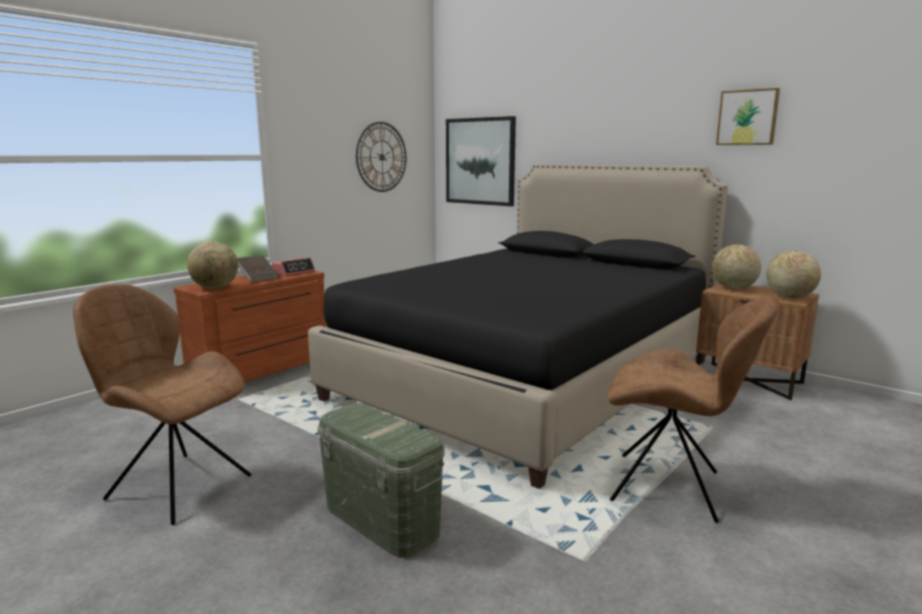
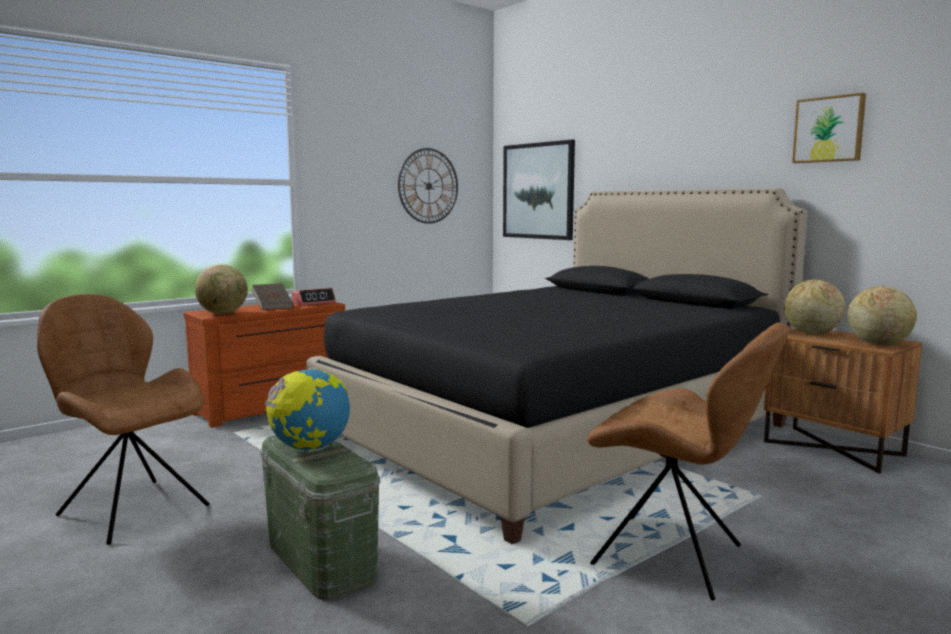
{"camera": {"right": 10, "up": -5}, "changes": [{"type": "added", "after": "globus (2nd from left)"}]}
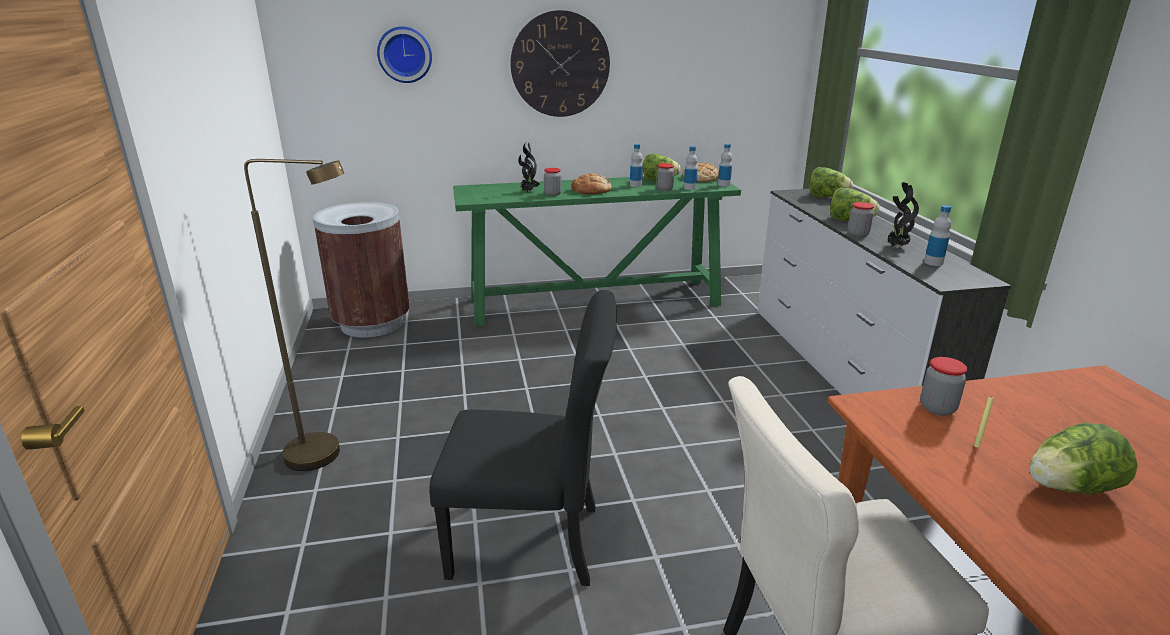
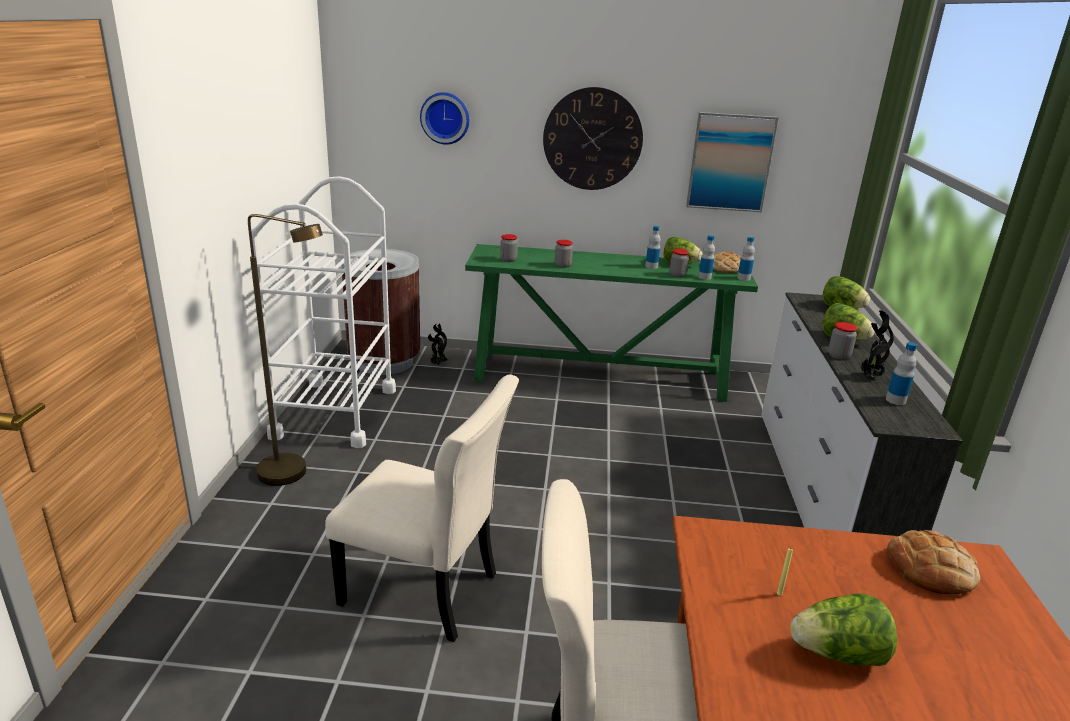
{"camera": {"right": 15, "up": 0}, "changes": [{"type": "moved", "before": "roślina doniczkowa (1st from left)"}, {"type": "moved", "before": "chleb (1st from left in the first image)", "after": "chleb (2nd from left)"}, {"type": "recoloured", "before": "krzesło (czarny)", "after": "krzesło (beżowy) (1st from left)"}, {"type": "moved", "before": "słoik (4th from left in the first image)", "after": "słoik (1st from left)"}, {"type": "added", "after": "obraz"}, {"type": "added", "after": "wózek (biały)"}]}
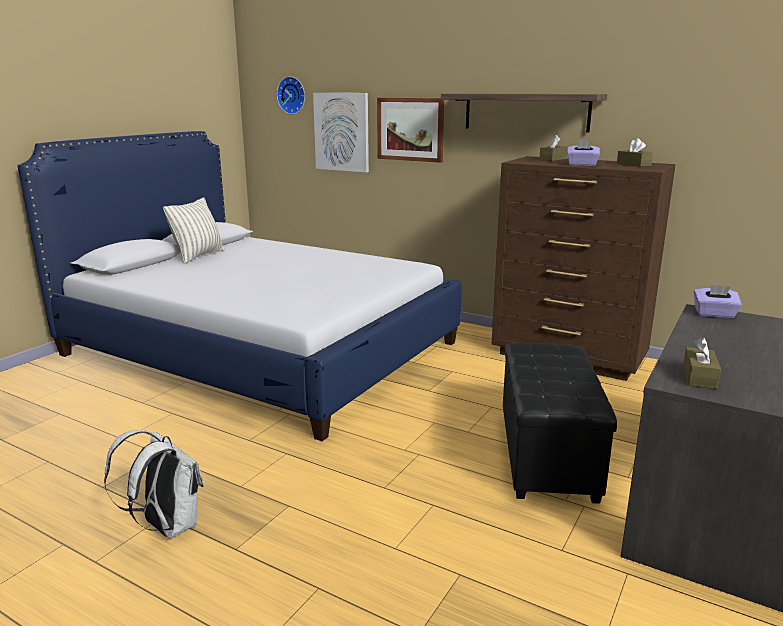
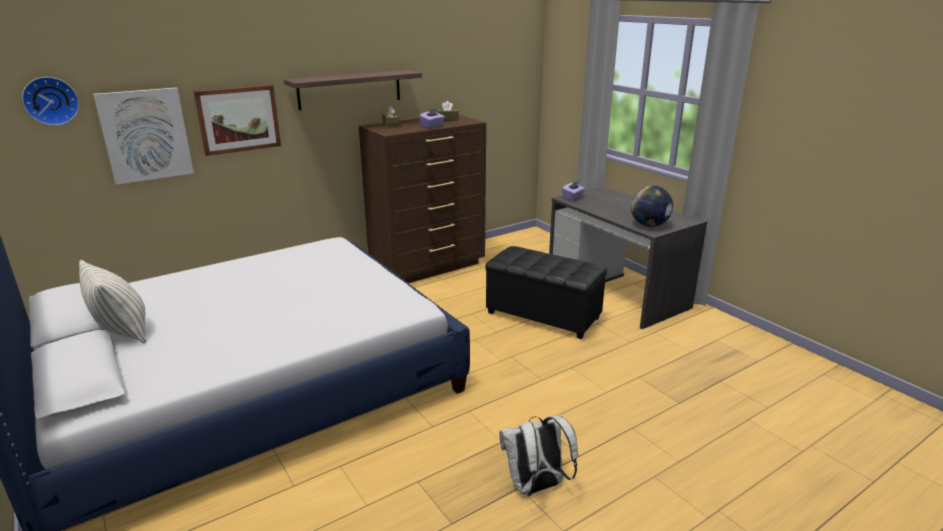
{"camera": {"right": -65, "up": 5}, "changes": [{"type": "replaced", "before": "pudełko chusteczek (brązowy) (3rd from left)", "after": "globus"}]}
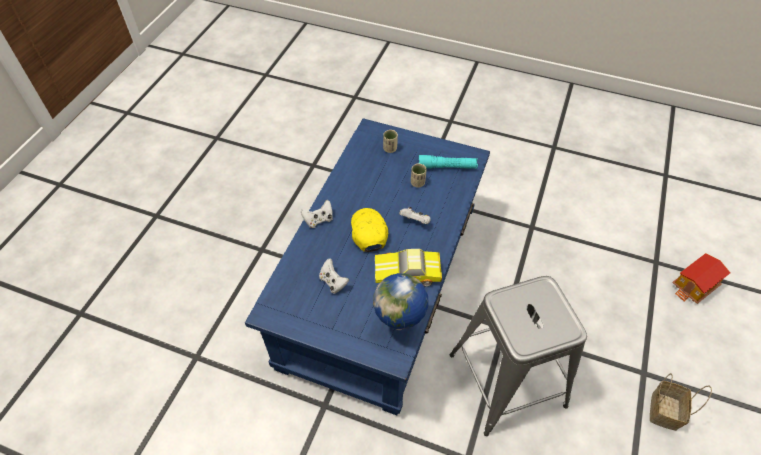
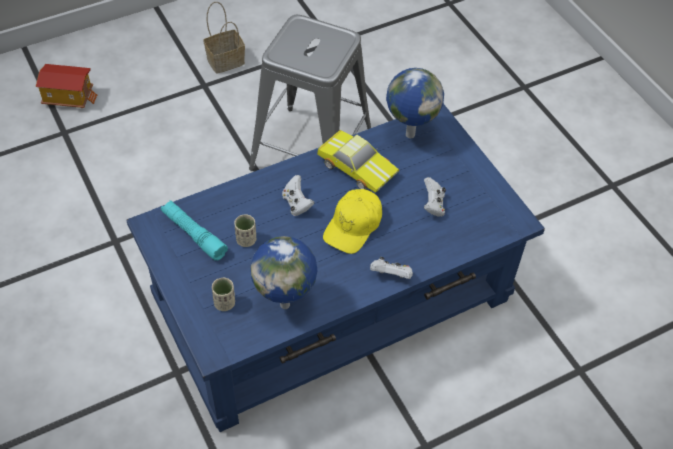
{"camera": {"right": -140, "up": 0}, "changes": [{"type": "added", "after": "globus (1st from left)"}]}
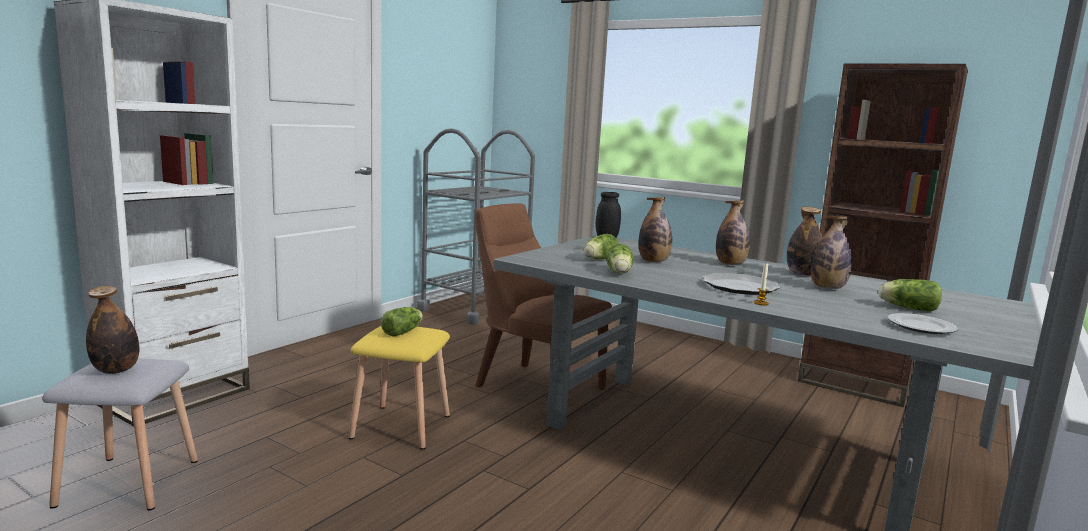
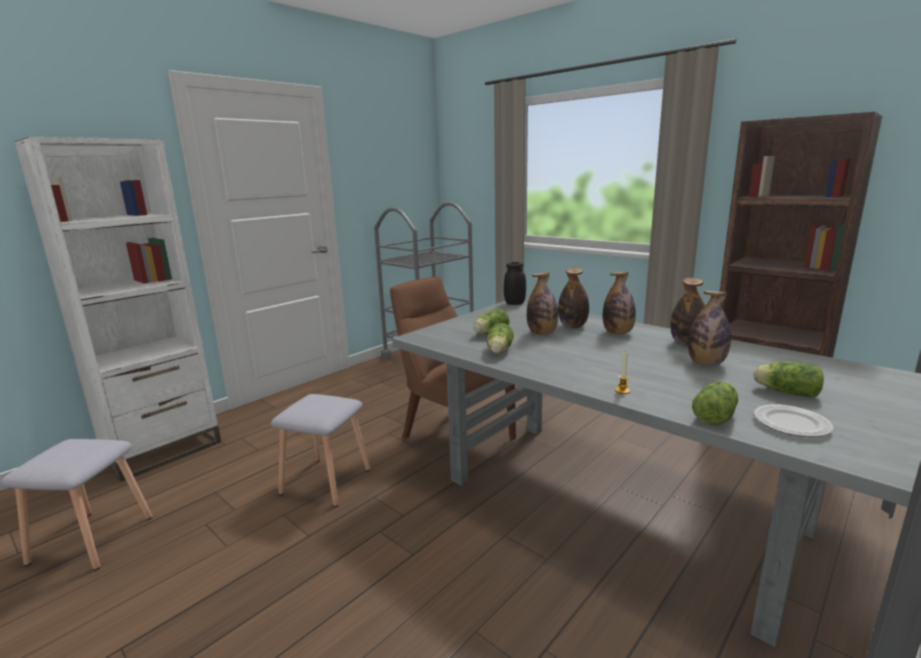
{"camera": {"right": 10, "up": 5}, "changes": [{"type": "removed", "before": "talerz (1st from left)"}, {"type": "moved", "before": "butelka (1st from left in the first image)", "after": "butelka (2nd from left)"}, {"type": "moved", "before": "sałata (1st from left in the first image)", "after": "sałata (3rd from left)"}, {"type": "recoloured", "before": "stołek (żółty)", "after": "stołek (szary) (2nd from left)"}]}
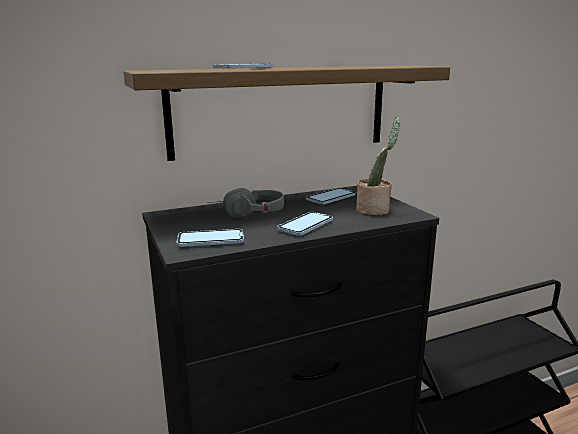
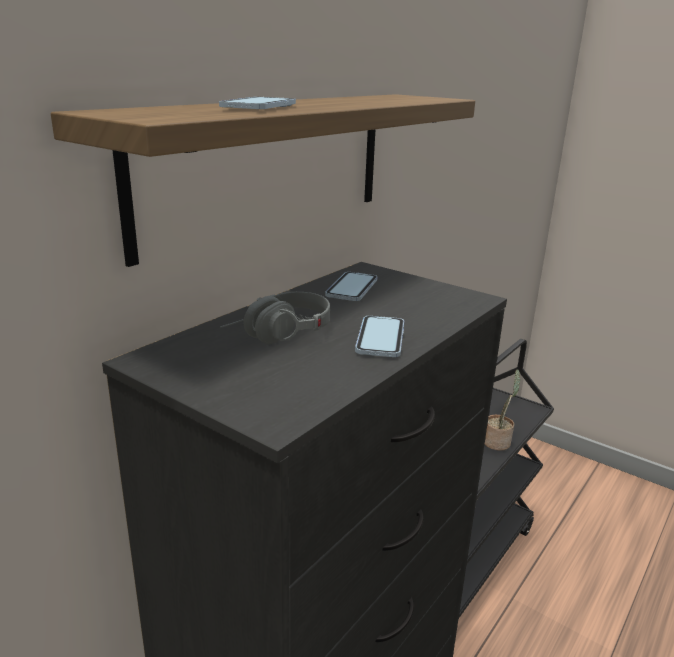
{"camera": {"right": -30, "up": 5}, "changes": [{"type": "moved", "before": "roślina doniczkowa"}, {"type": "removed", "before": "telefon (1st from left)"}]}
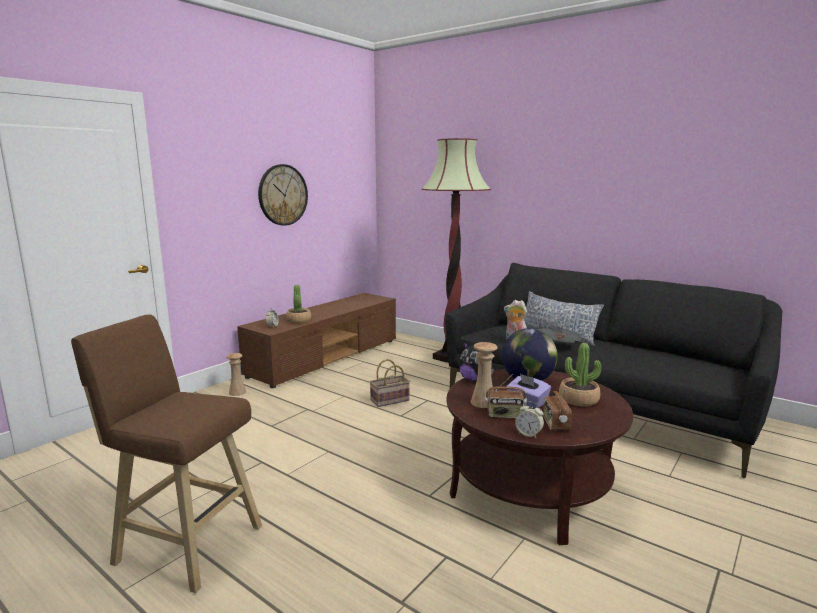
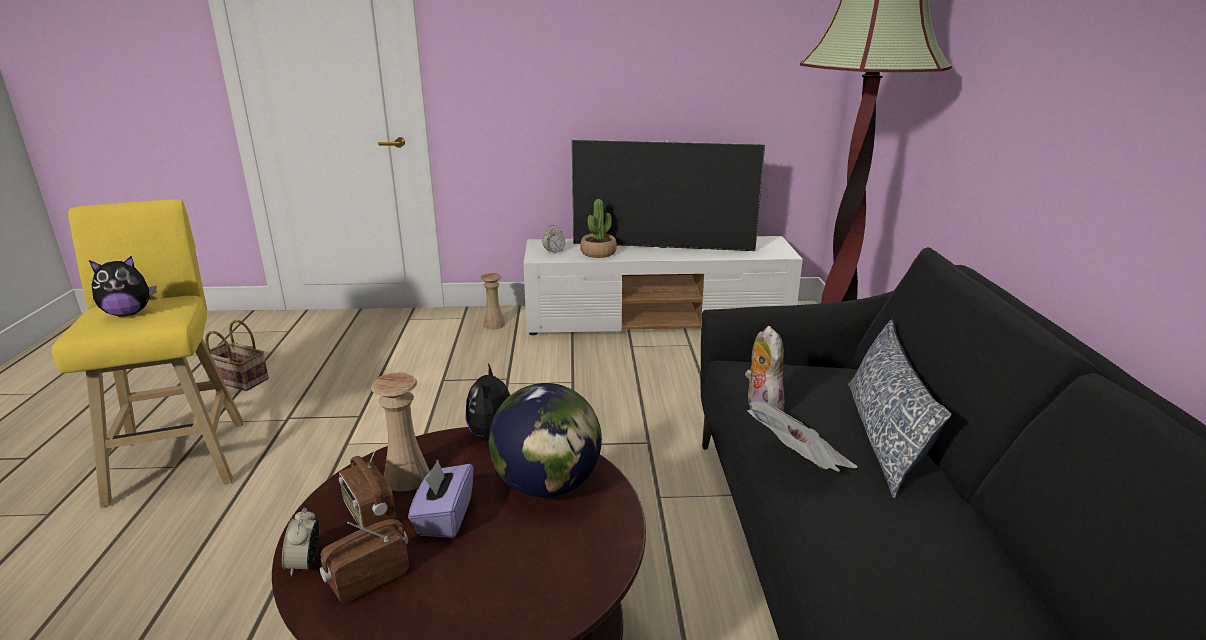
{"camera": {"right": 50, "up": 10}, "changes": [{"type": "removed", "before": "zegar ścienny"}, {"type": "recoloured", "before": "szafka pod telewizor (brązowy)", "after": "szafka pod telewizor (biały)"}, {"type": "recoloured", "before": "stołek (brązowy)", "after": "stołek (żółty)"}, {"type": "removed", "before": "roślina doniczkowa (2nd from left)"}, {"type": "moved", "before": "koszyk"}, {"type": "added", "after": "telewizor"}, {"type": "added", "after": "pluszak (1st from left)"}]}
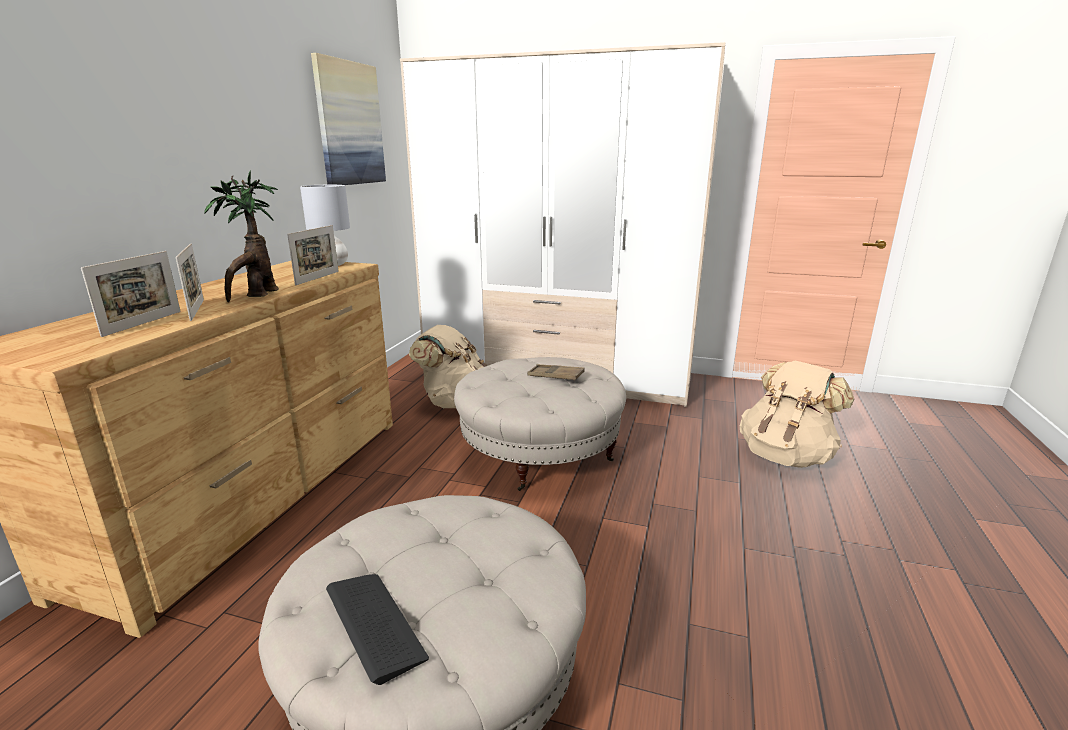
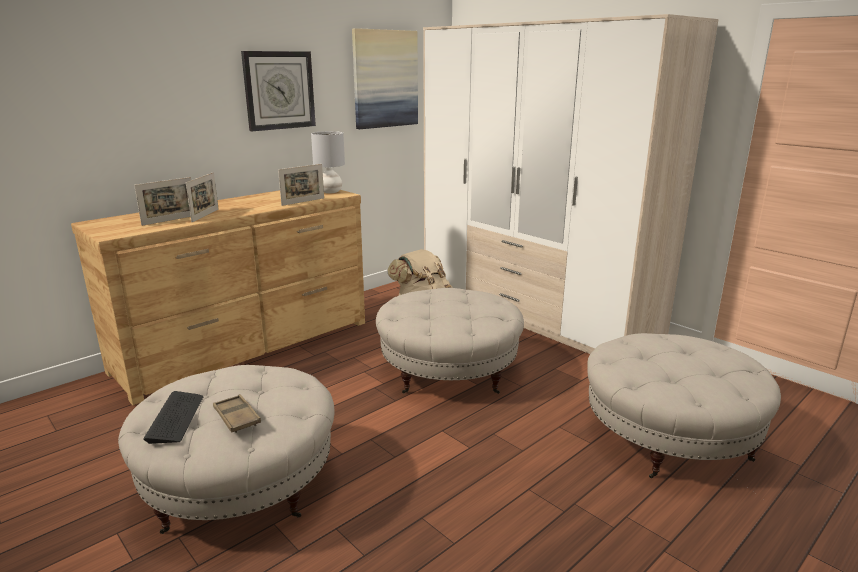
{"camera": {"right": 30, "up": 0}, "changes": [{"type": "removed", "before": "roślina doniczkowa"}, {"type": "replaced", "before": "plecak (beżowy) (2nd from left)", "after": "pufa (beżowy) (3rd from left)"}, {"type": "moved", "before": "taca (brązowy)"}, {"type": "added", "after": "zegar ścienny"}]}
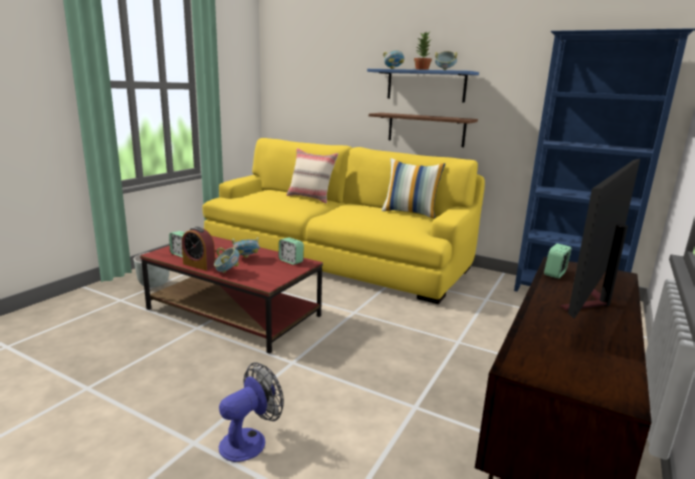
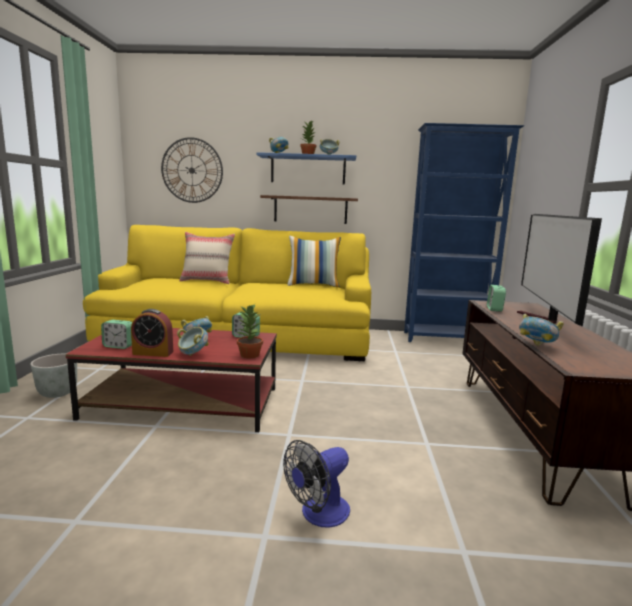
{"camera": {"right": -25, "up": -5}, "changes": [{"type": "turned", "before": "wentylator", "turn": -150}, {"type": "added", "after": "zegar ścienny"}, {"type": "added", "after": "roślina doniczkowa (1st from left)"}, {"type": "added", "after": "miska (5th from left)"}]}
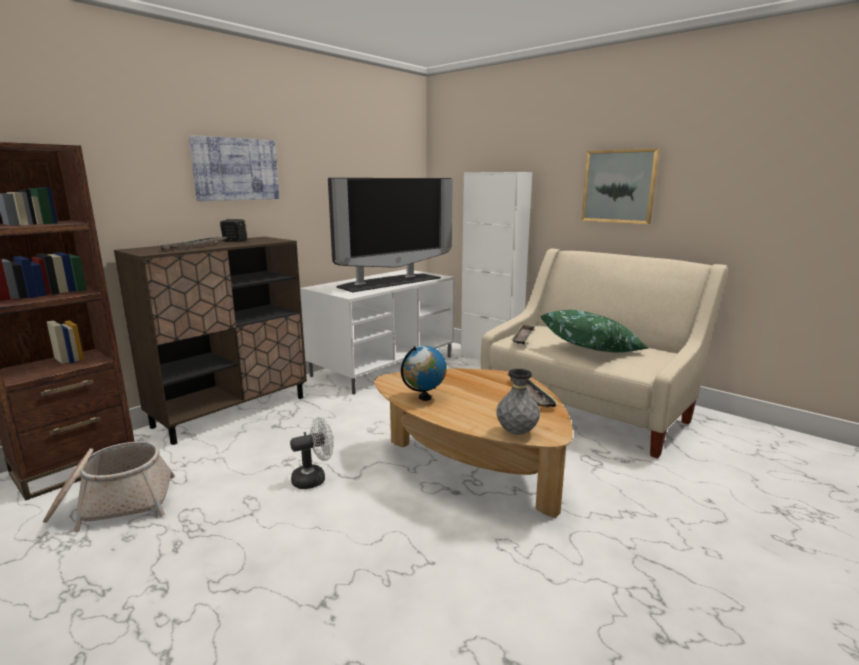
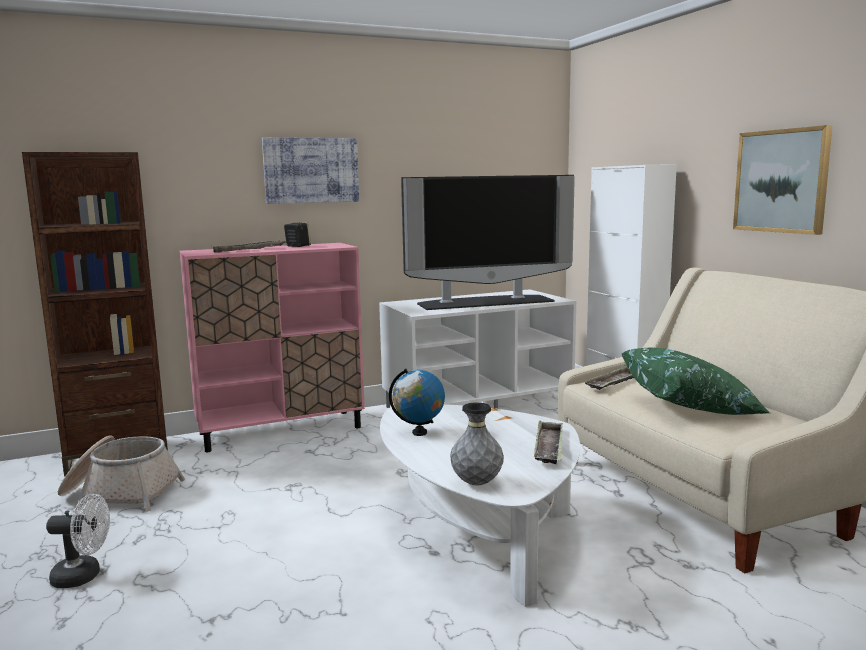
{"camera": {"right": 25, "up": -5}, "changes": [{"type": "recoloured", "before": "szafka (brązowy)", "after": "szafka (różowy)"}, {"type": "recoloured", "before": "ława (brązowy)", "after": "ława (biały)"}, {"type": "moved", "before": "wentylator (biały)"}]}
